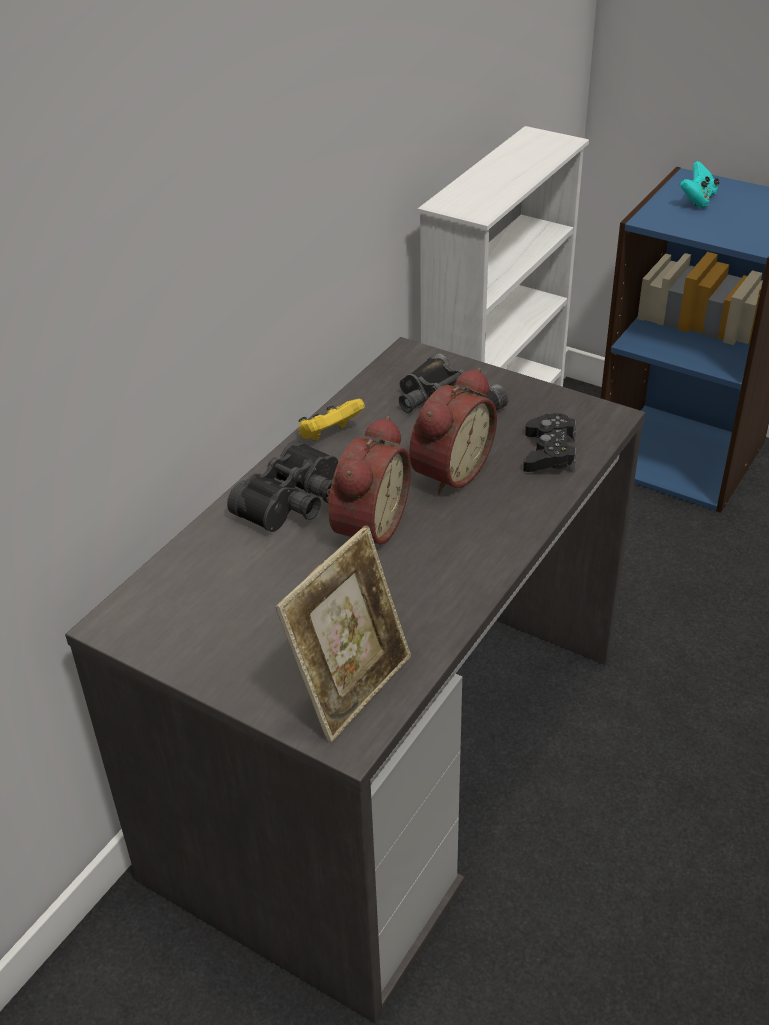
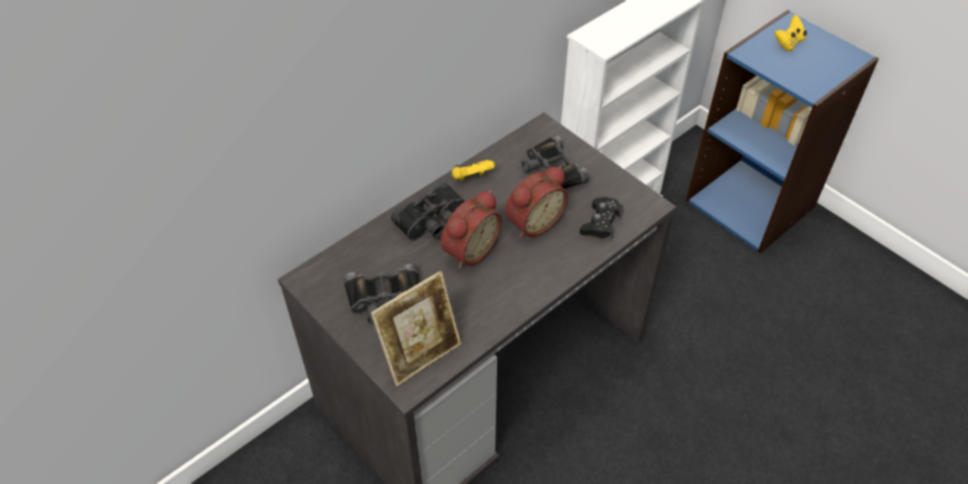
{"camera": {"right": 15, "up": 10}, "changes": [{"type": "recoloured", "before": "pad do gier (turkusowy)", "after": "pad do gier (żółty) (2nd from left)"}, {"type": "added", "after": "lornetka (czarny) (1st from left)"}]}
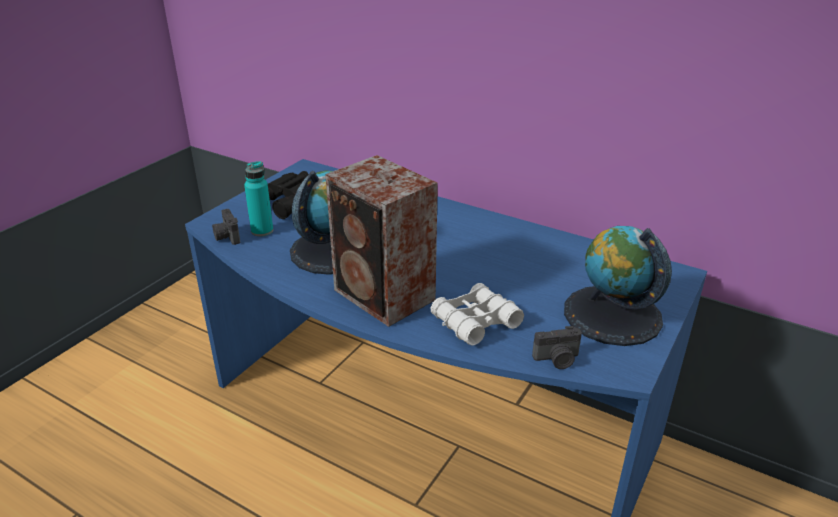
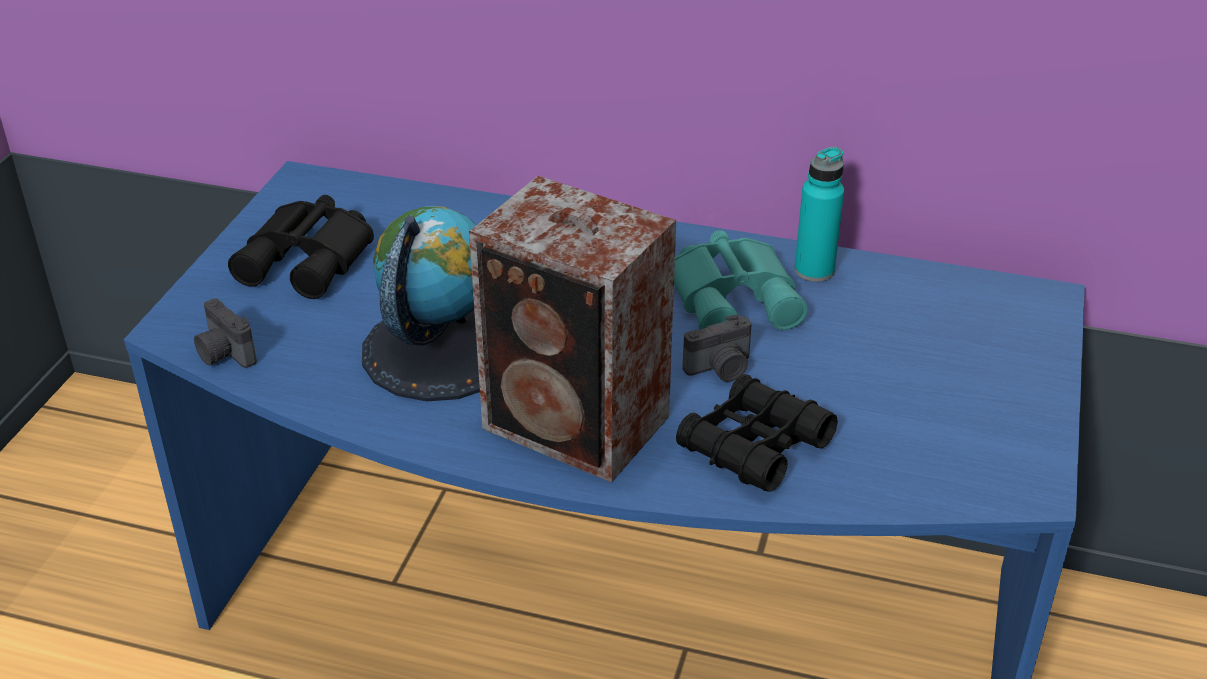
{"camera": {"right": -15, "up": 5}, "changes": [{"type": "moved", "before": "butelka (turkusowy)"}, {"type": "removed", "before": "globus (2nd from left)"}, {"type": "recoloured", "before": "lornetka (biały)", "after": "lornetka (czarny) (2nd from left)"}, {"type": "moved", "before": "aparat fotograficzny (2nd from left)"}, {"type": "added", "after": "lornetka (turkusowy)"}]}
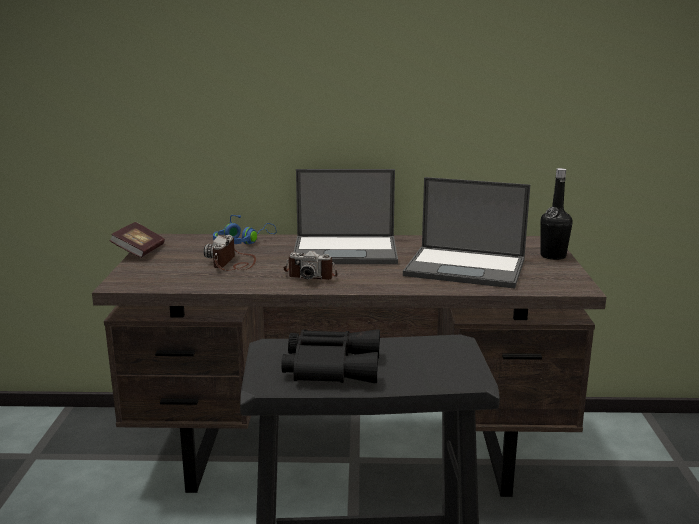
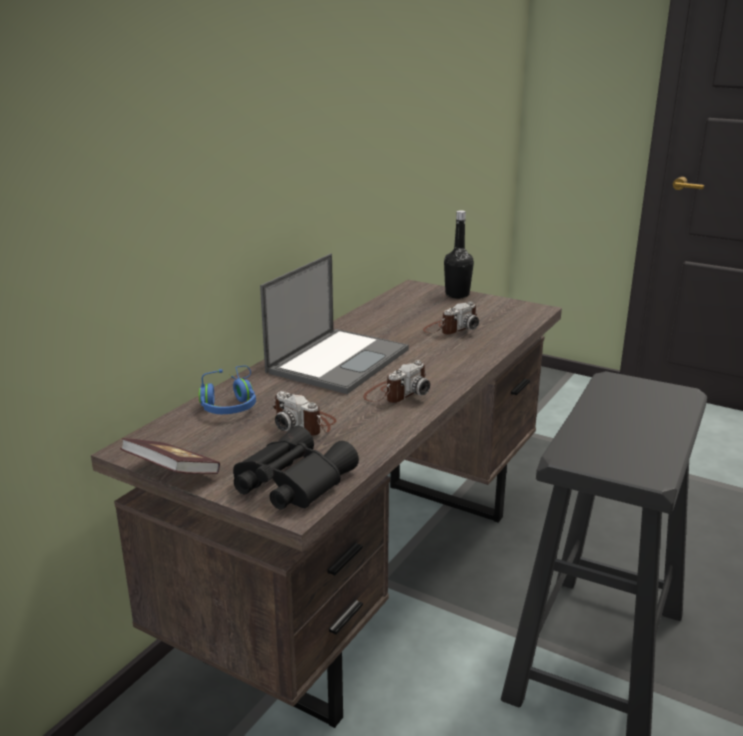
{"camera": {"right": -60, "up": 5}, "changes": [{"type": "replaced", "before": "laptop (2nd from left)", "after": "aparat fotograficzny (3rd from left)"}, {"type": "moved", "before": "lornetka (czarny)"}]}
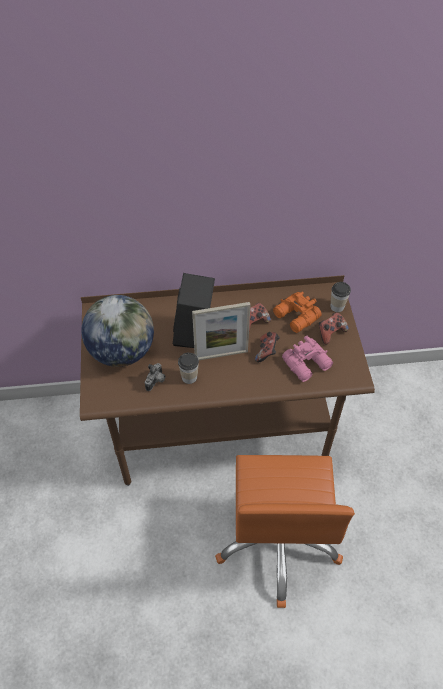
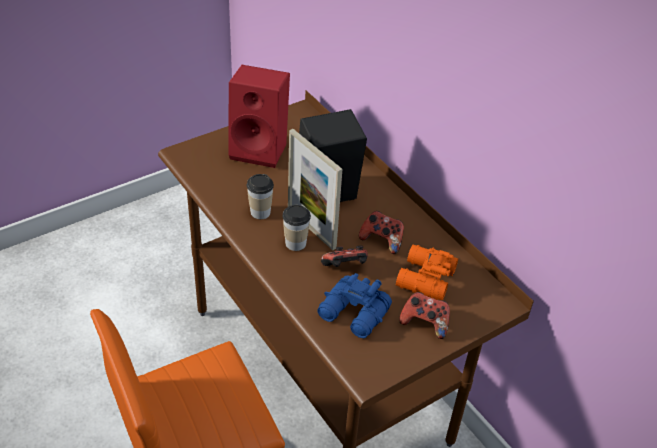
{"camera": {"right": 60, "up": -10}, "changes": [{"type": "moved", "before": "filiżanka (2nd from left)"}, {"type": "replaced", "before": "globus", "after": "głośnik (czerwony)"}, {"type": "recoloured", "before": "lornetka (różowy)", "after": "lornetka (niebieski)"}, {"type": "removed", "before": "aparat fotograficzny"}]}
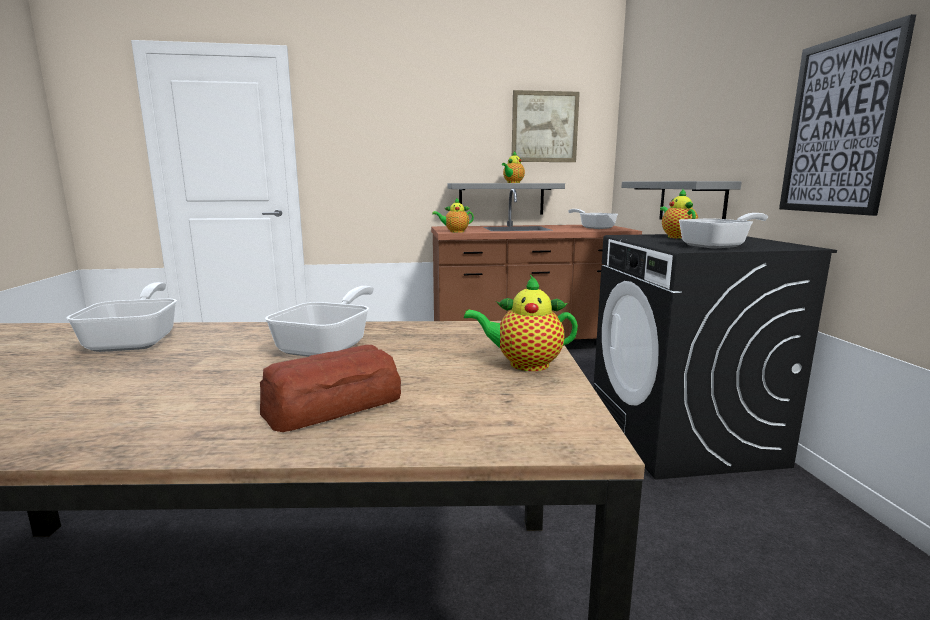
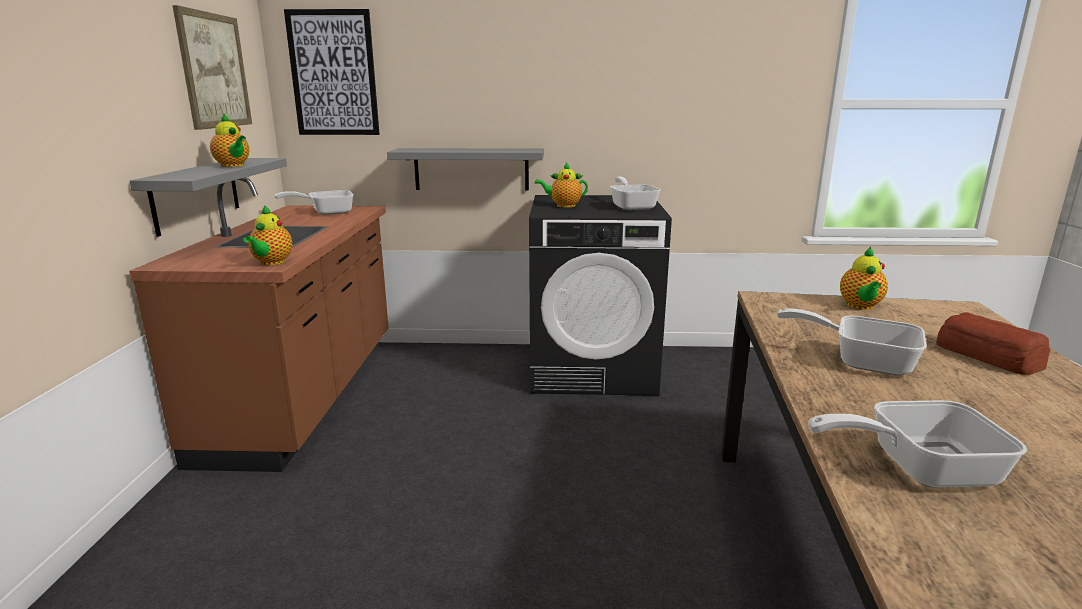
{"camera": {"right": -80, "up": 5}, "changes": [{"type": "moved", "before": "obraz (2nd from left)"}]}
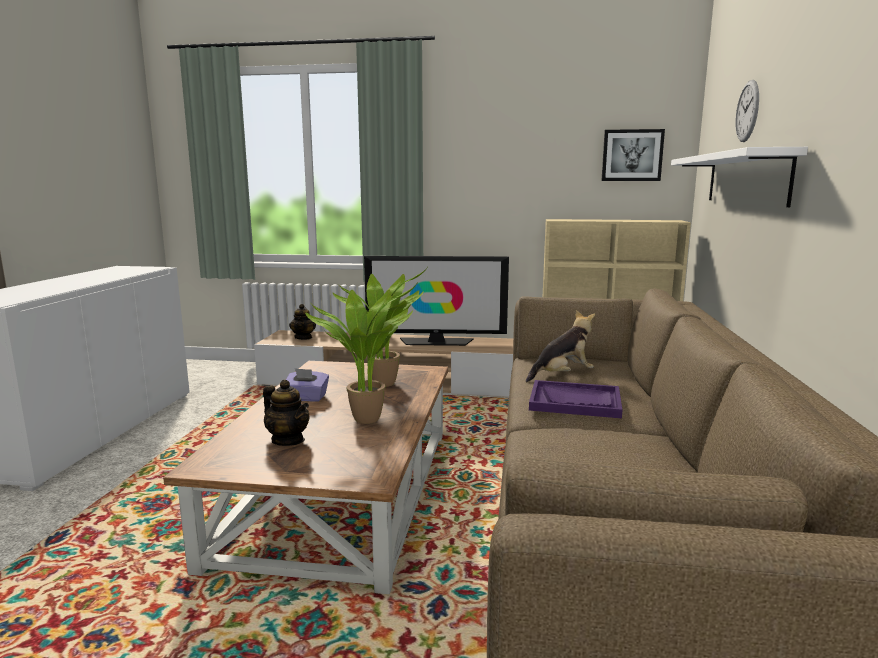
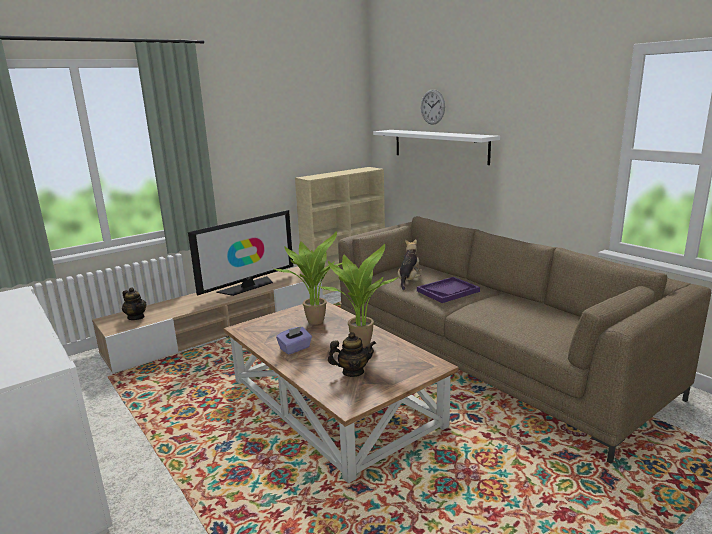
{"camera": {"right": -45, "up": 5}, "changes": [{"type": "removed", "before": "obraz"}]}
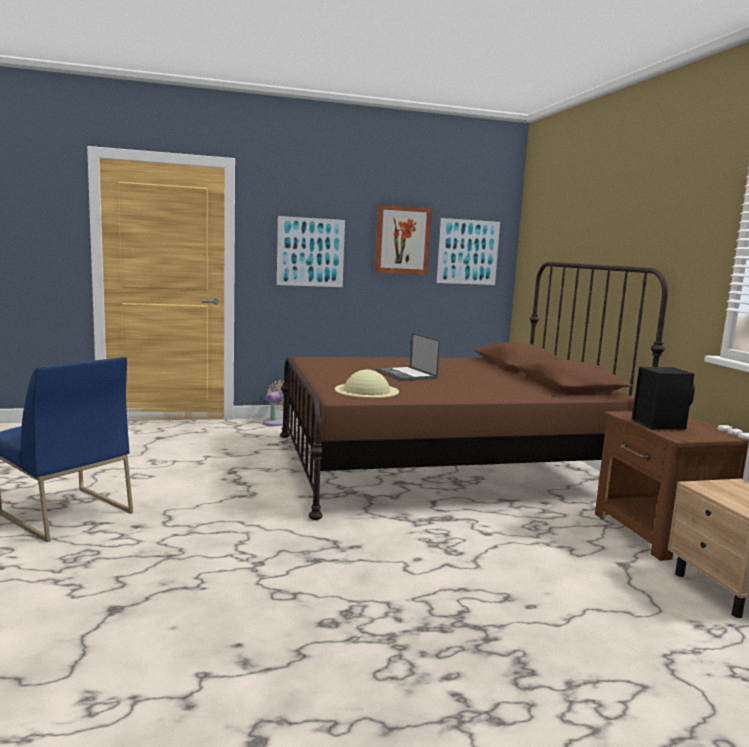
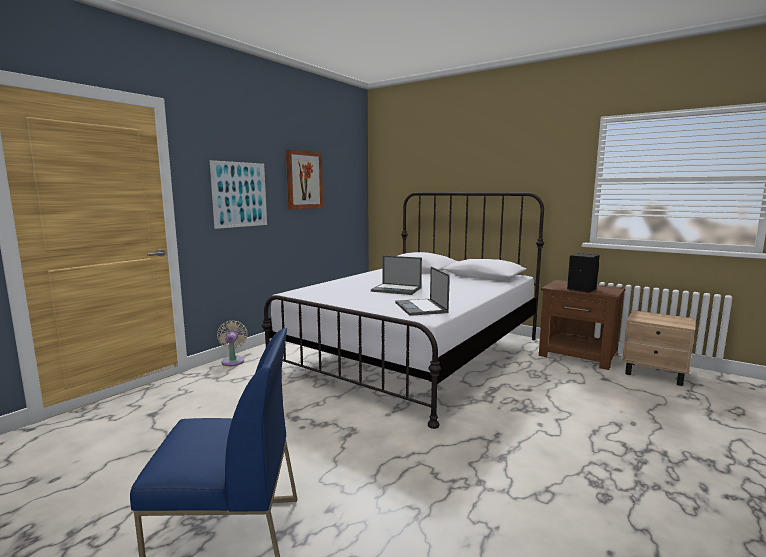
{"camera": {"right": -40, "up": 0}, "changes": [{"type": "removed", "before": "obraz (3rd from left)"}, {"type": "recoloured", "before": "łóżko (brązowy)", "after": "łóżko (biały)"}, {"type": "replaced", "before": "kapelusz (beżowy)", "after": "laptop (2nd from left)"}]}
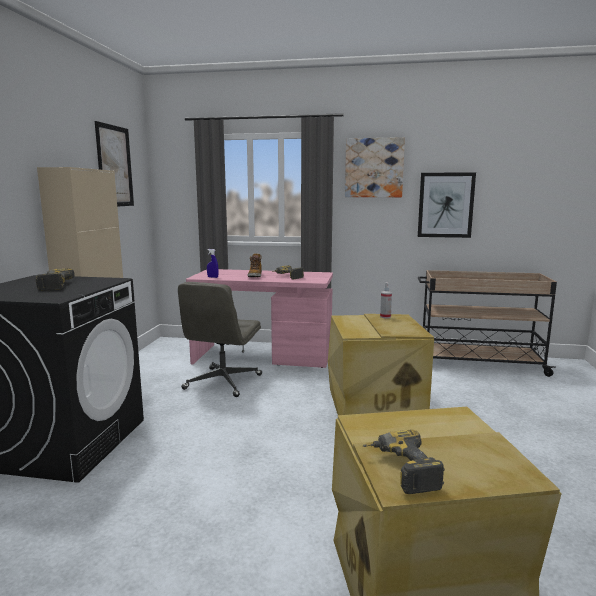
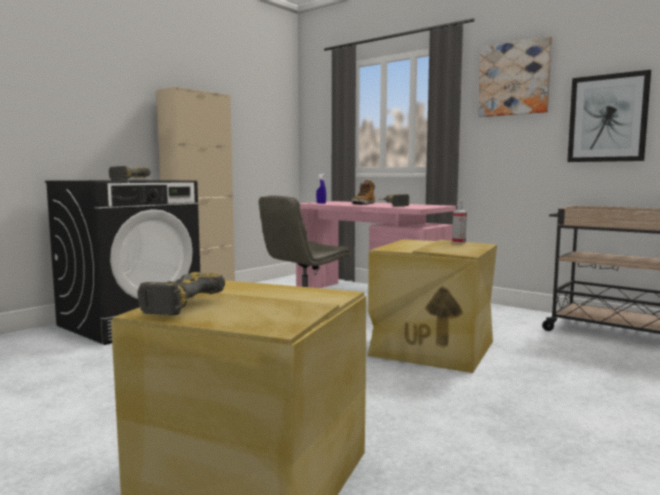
{"camera": {"right": 30, "up": -5}, "changes": [{"type": "removed", "before": "obraz (1st from left)"}]}
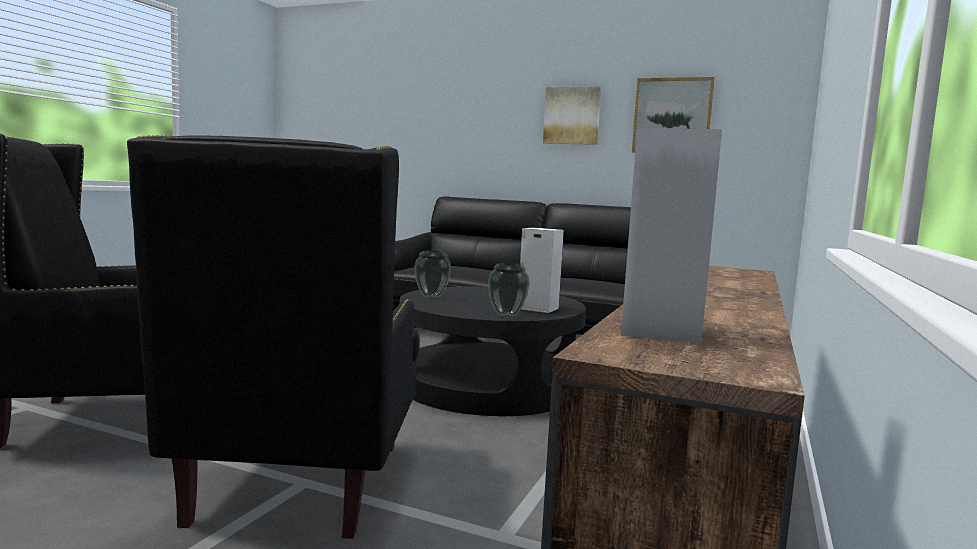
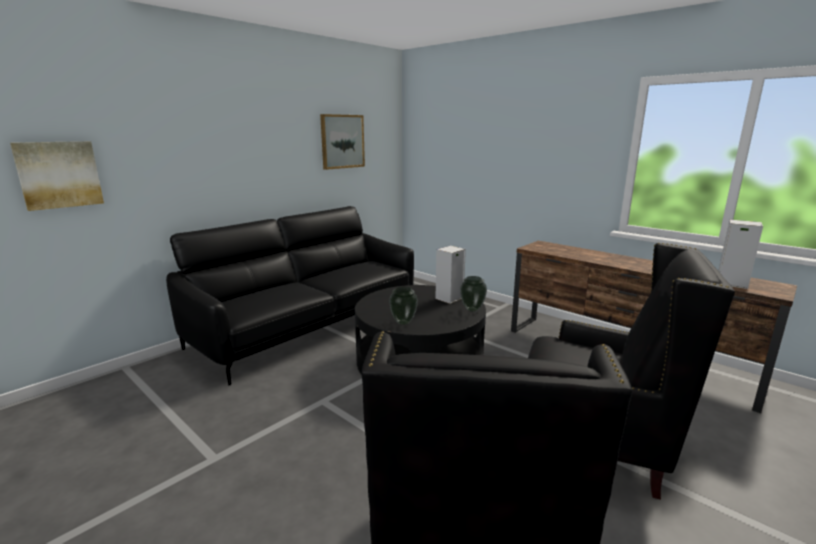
{"camera": {"right": -70, "up": 10}, "changes": [{"type": "moved", "before": "obraz (1st from left)"}]}
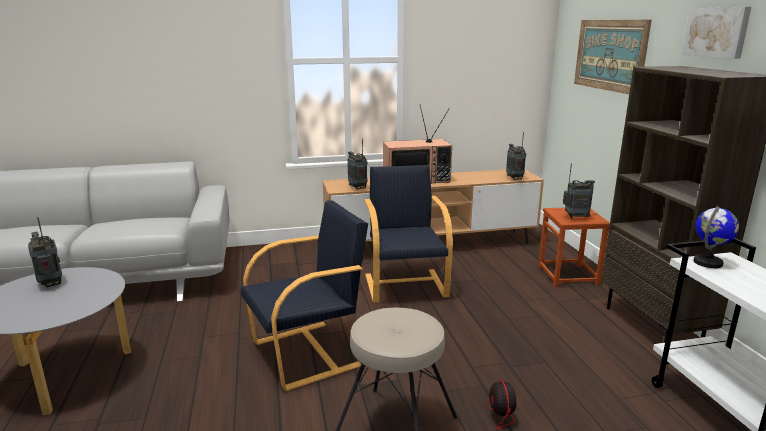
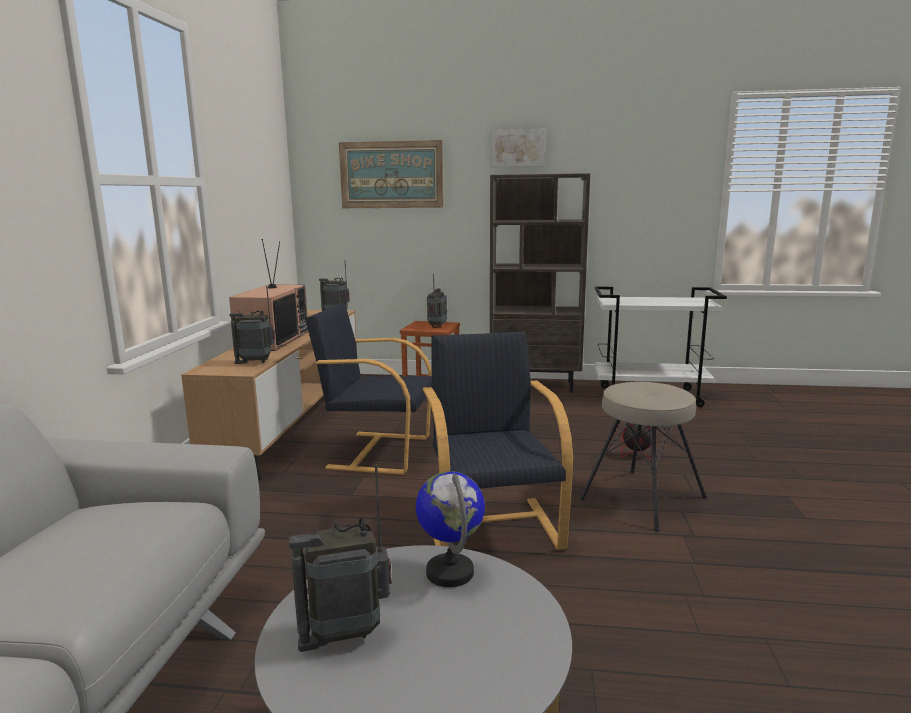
{"camera": {"right": -70, "up": -5}, "changes": [{"type": "moved", "before": "globus"}]}
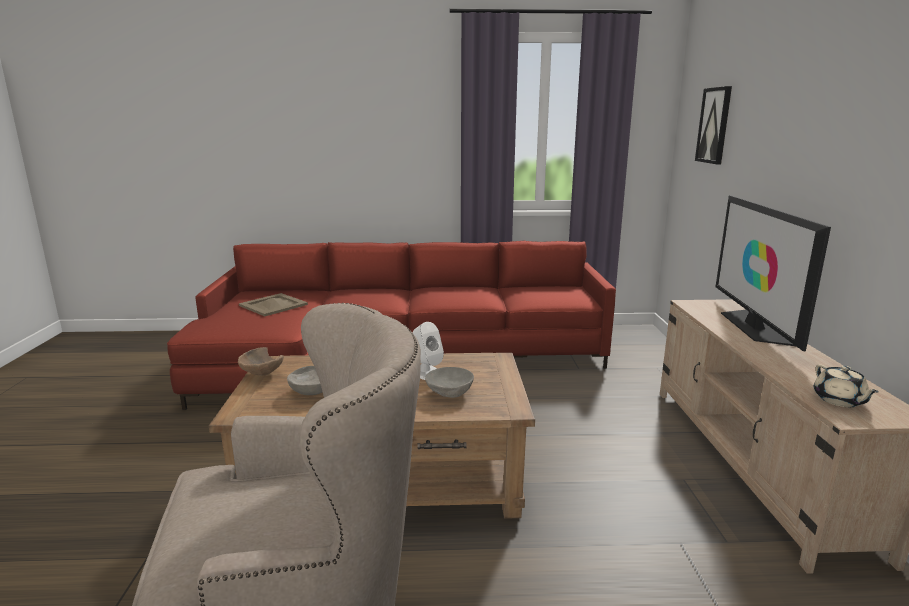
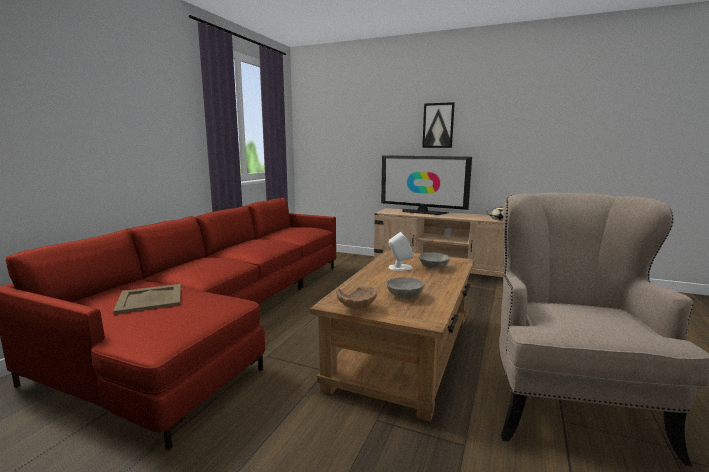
{"camera": {"right": -65, "up": -5}, "changes": [{"type": "moved", "before": "obraz"}]}
